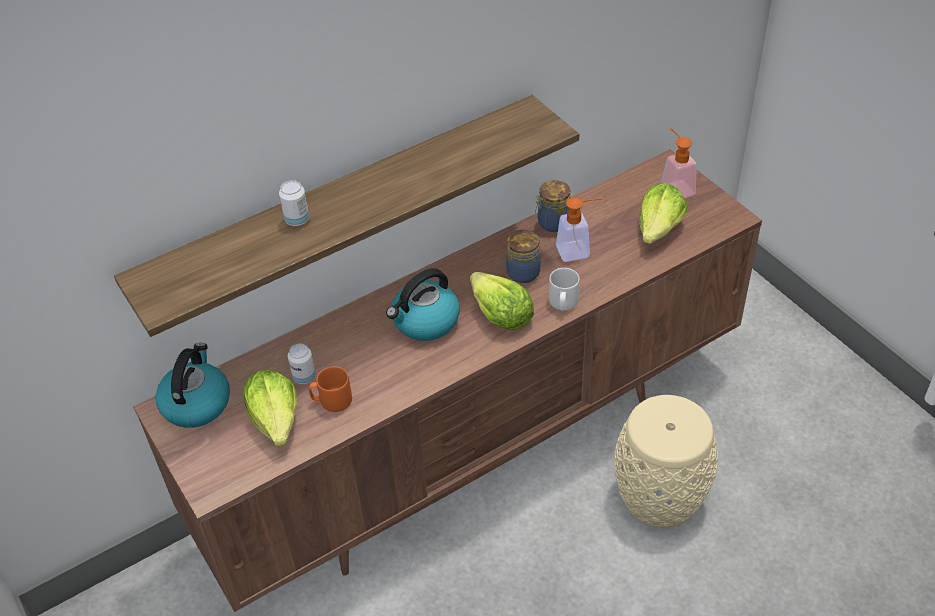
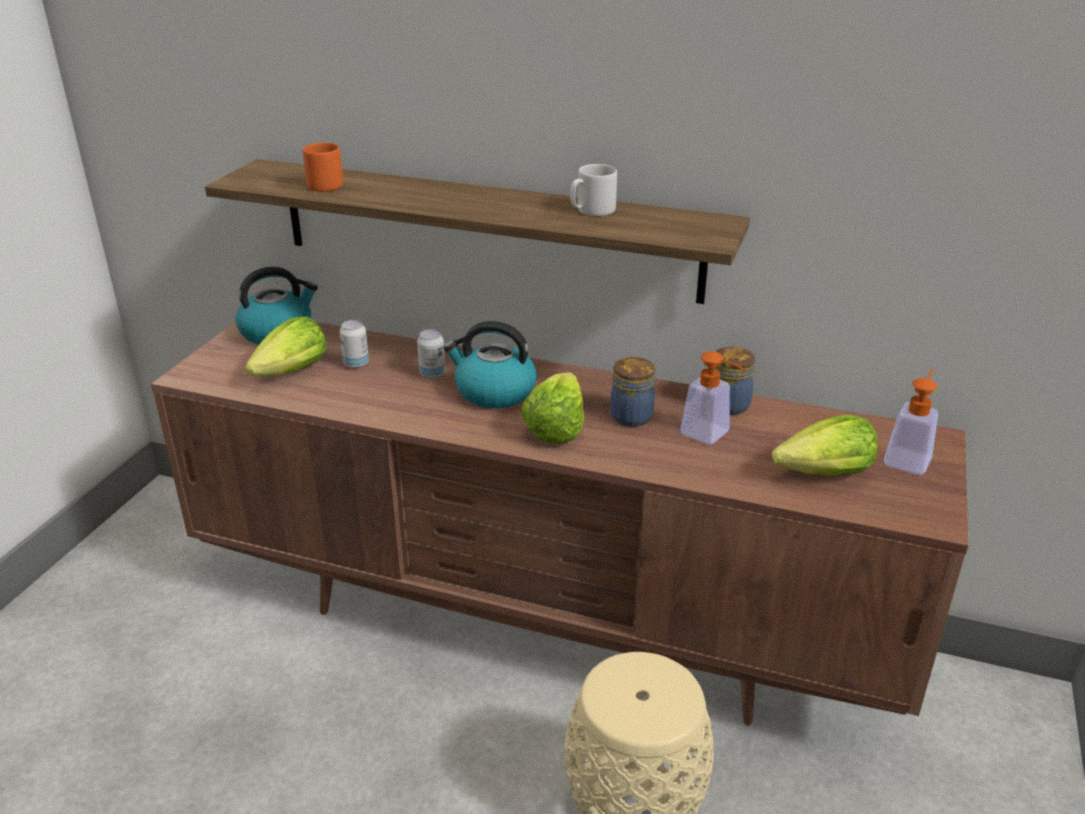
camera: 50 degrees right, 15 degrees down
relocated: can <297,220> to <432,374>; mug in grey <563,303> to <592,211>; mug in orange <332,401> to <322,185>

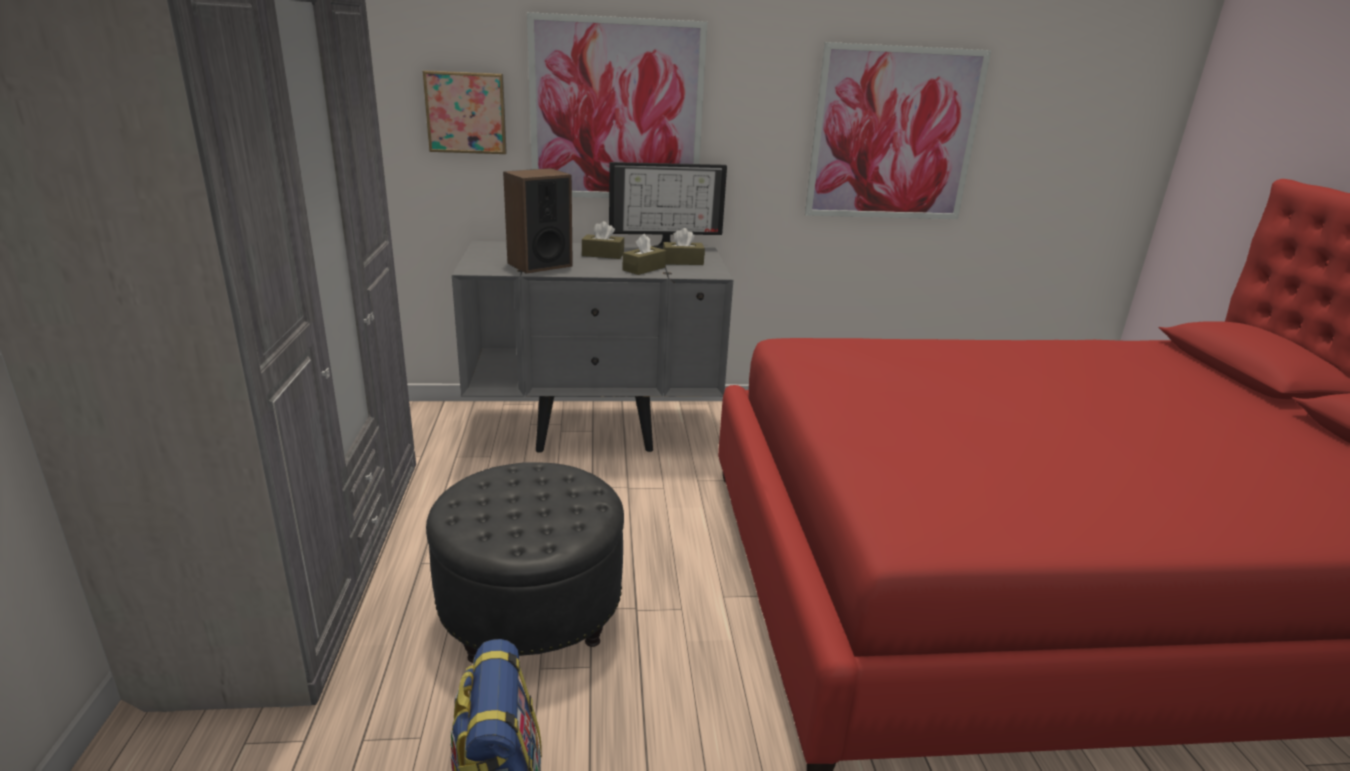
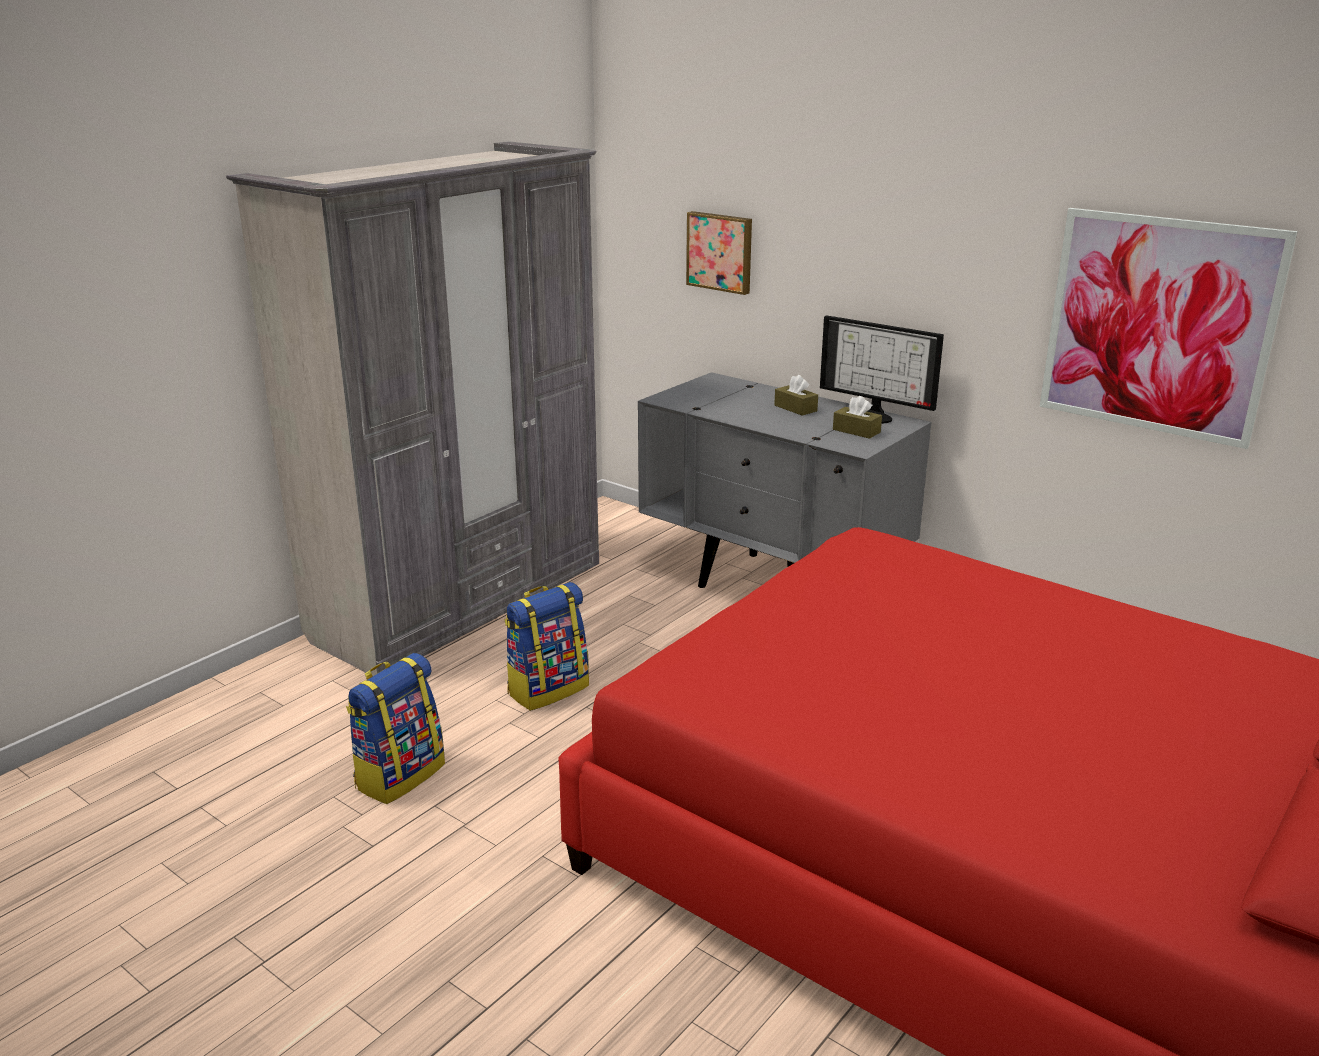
camera: 45 degrees right, 0 degrees up
missing: picture <616,111>; speaker <539,264>; tissue box in brown <644,268>
exchanged: ottoman in black <531,611> to backpack <548,689>

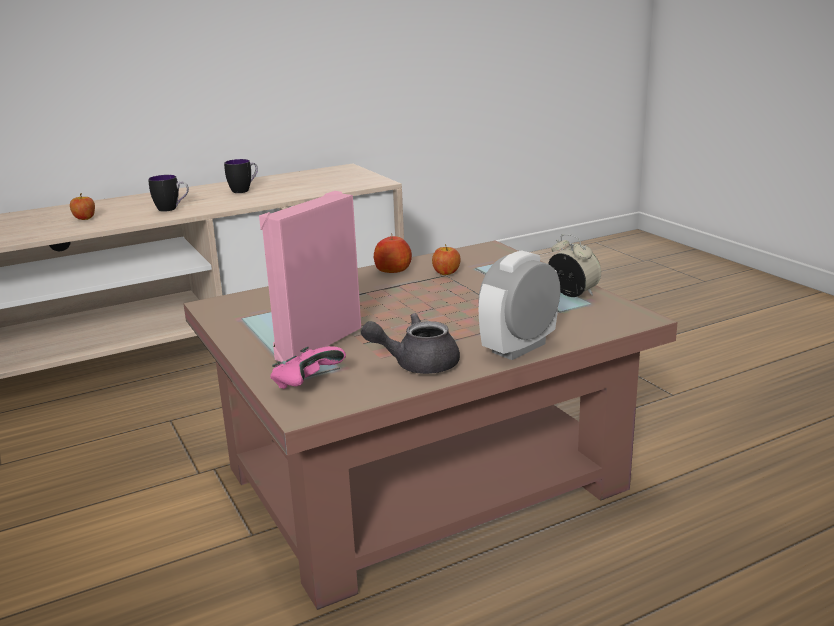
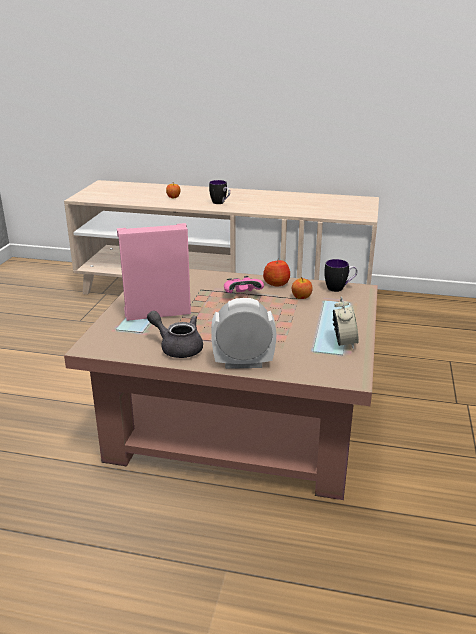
camera: 40 degrees right, 5 degrees up
relocated: mug <244,190> to <339,288>; game controller in pink <307,384> to <242,294>

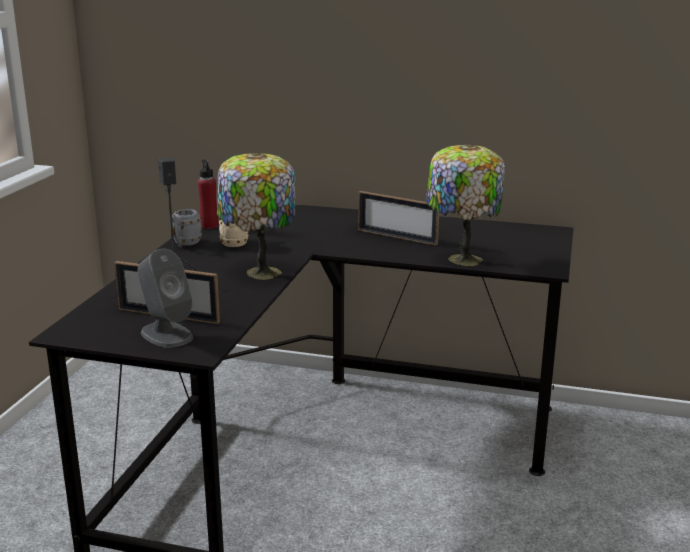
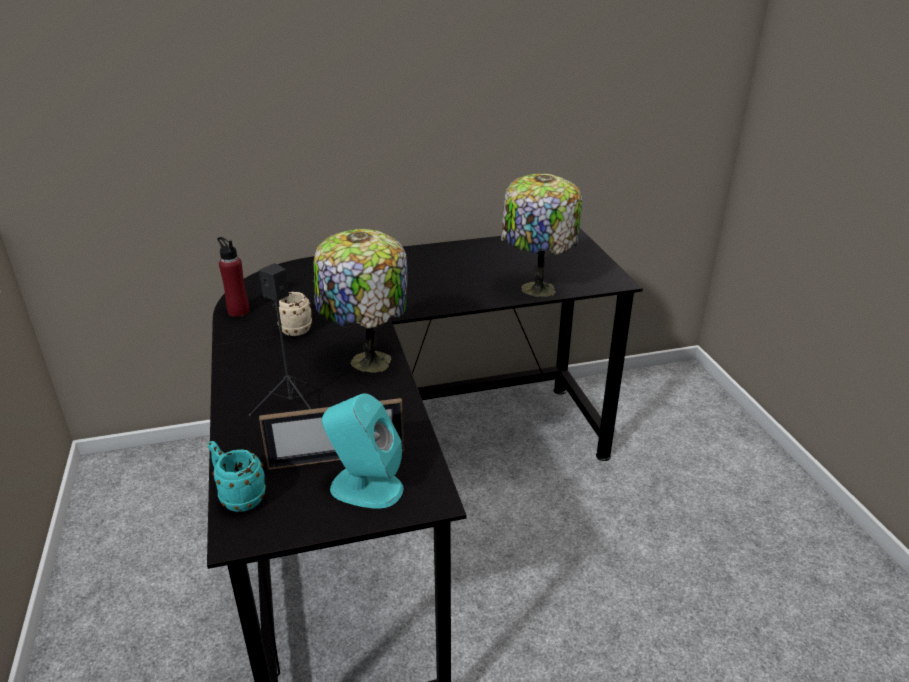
camera: 30 degrees left, 10 degrees up
missing: picture frame <397,237>; mug in grey <184,244>
appeared: mug in turquoise <238,496>
colour: speaker in grey <166,334> to speaker in turquoise <365,488>

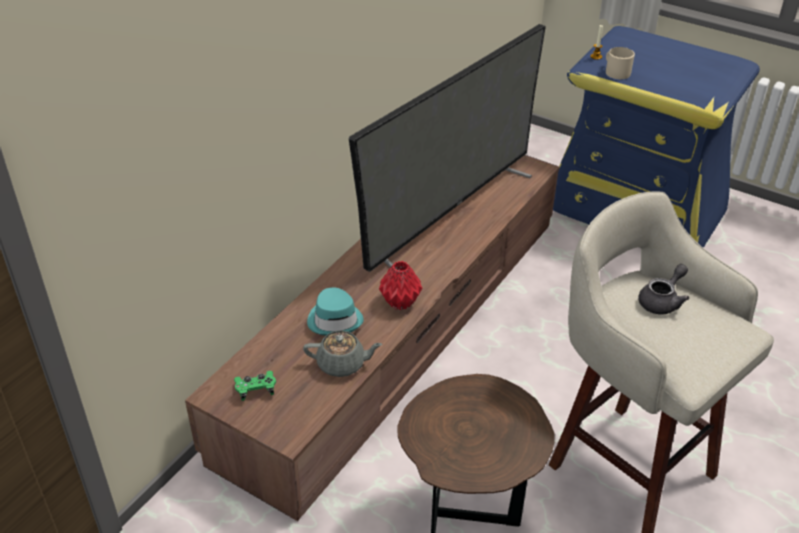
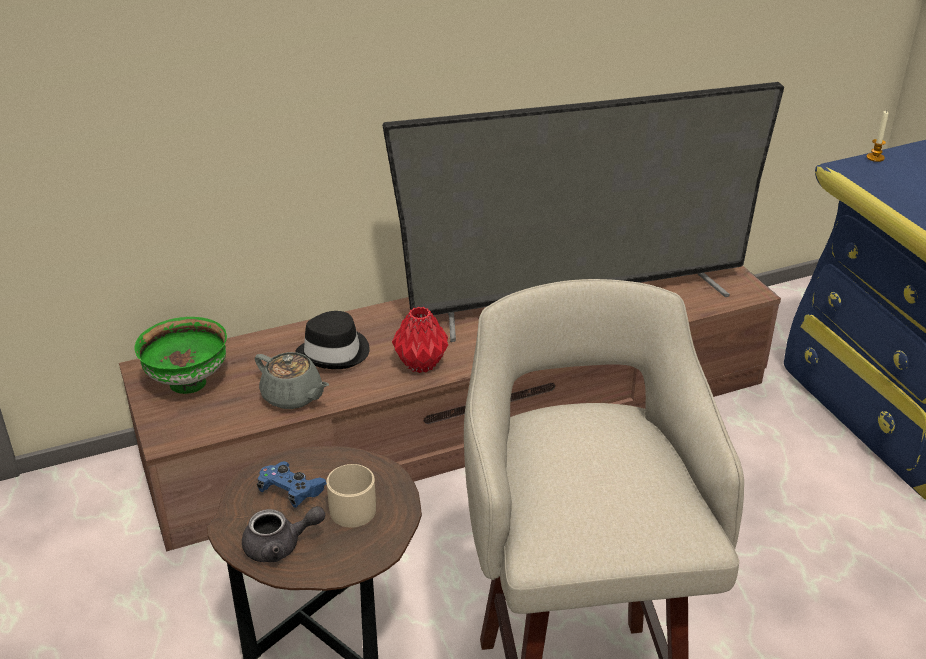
camera: 35 degrees right, 5 degrees down
appeared: game controller in blue <291,491>
relocated: mug in beige <615,71> to <353,506>; teapot in grey <662,301> to <280,546>
exchanged: game controller in green <256,390> to bowl in green <187,382>
colour: hat in turquoise <335,320> to hat in black <335,352>

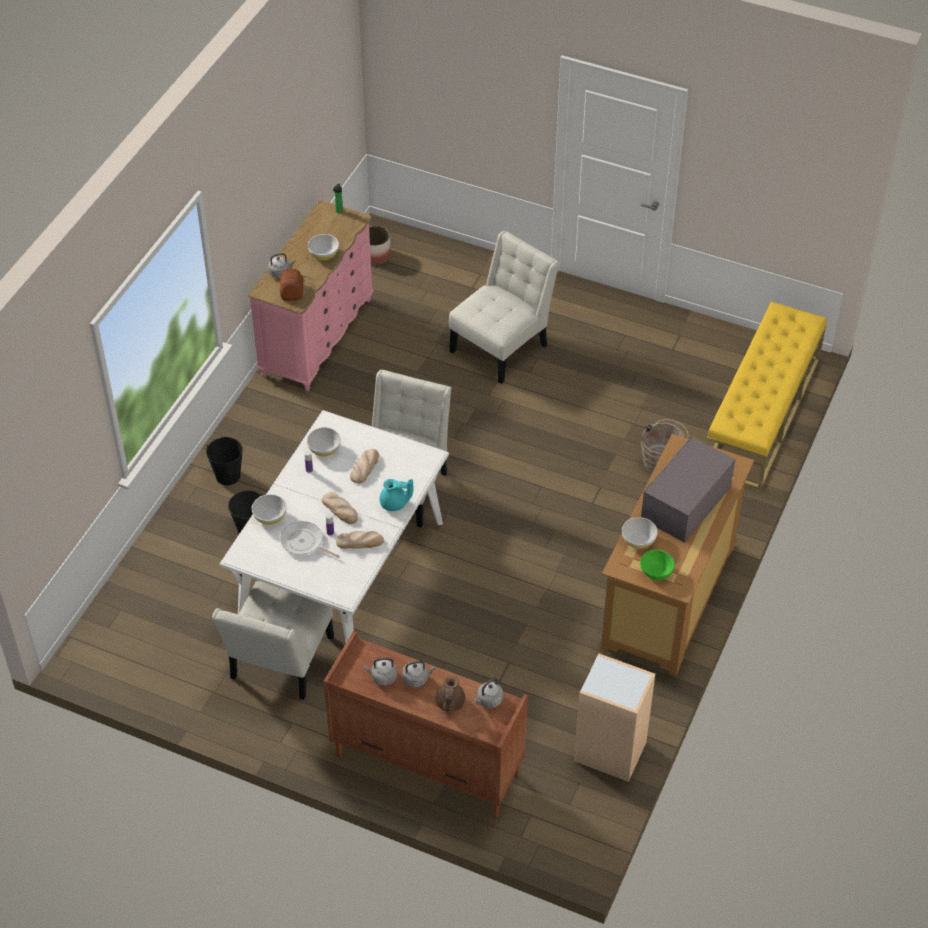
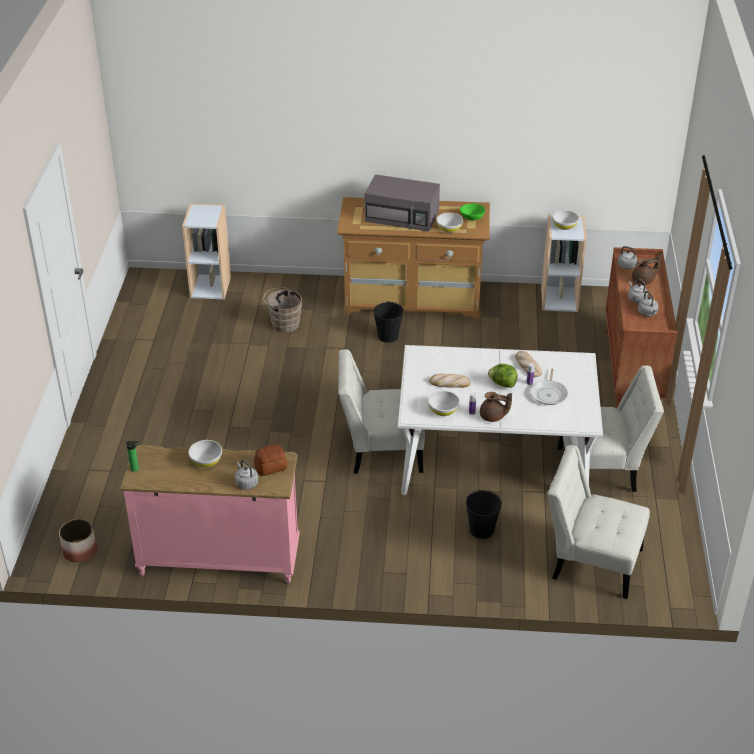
camera: 110 degrees left, 10 degrees down
missing: teapot in turquoise <395,504>
appeared: teapot in brown <493,417>
relocated: chair in white <502,345> to <591,561>; bucket in black <228,475> to <388,336>; bowl in white <270,516> to <564,226>
exchanged: bench in yellow <762,414> to bookcase <211,286>; bread <340,509> to lettuce <502,384>

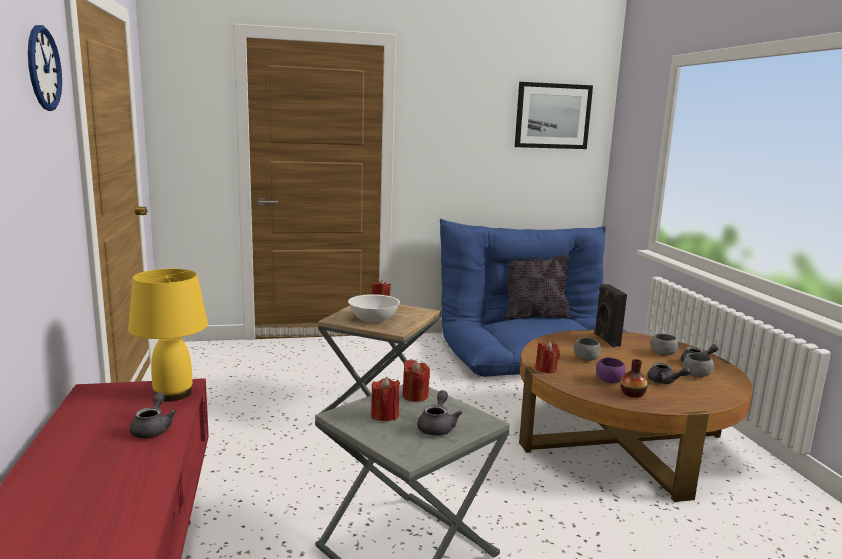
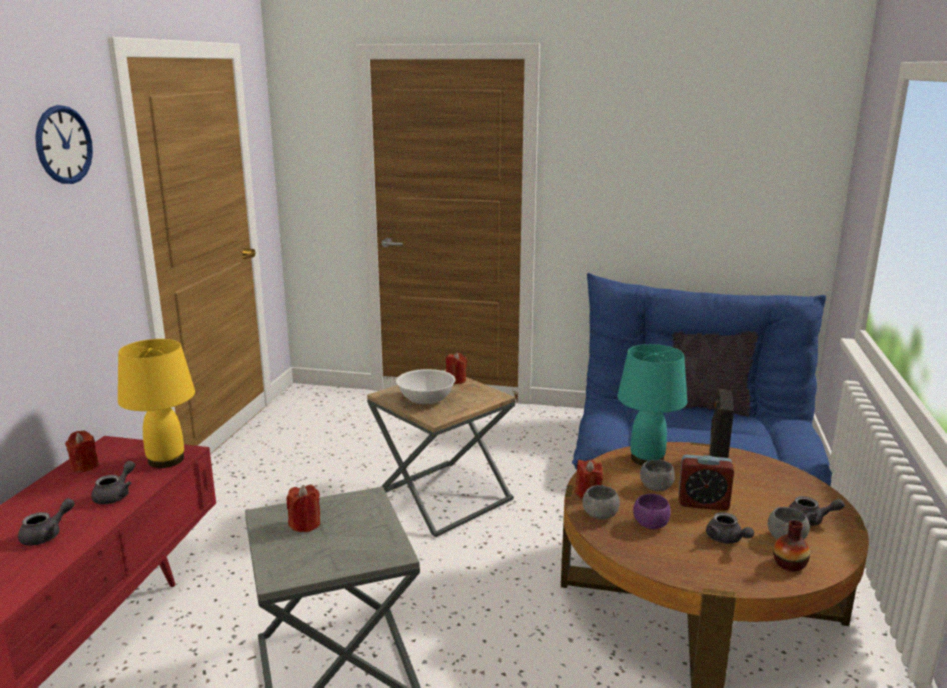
camera: 25 degrees right, 5 degrees up
missing: picture <552,116>
appeared: table lamp in turquoise <646,459>; alarm clock <703,503>
relocated: bowl in grey <662,354> to <600,515>; candle in red <415,396> to <85,466>; vase <632,394> to <789,564>; teapot in grey <437,427> to <47,535>

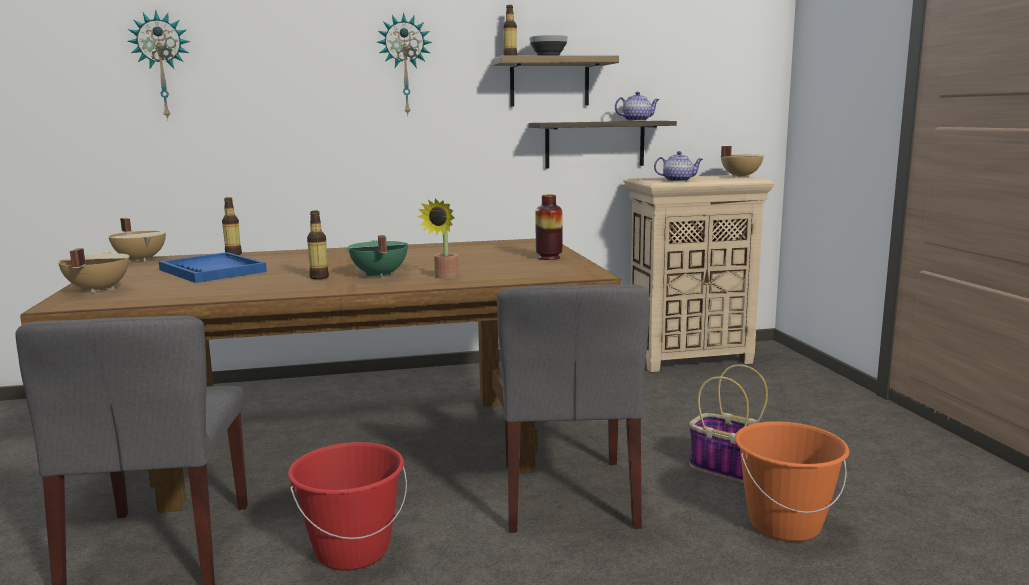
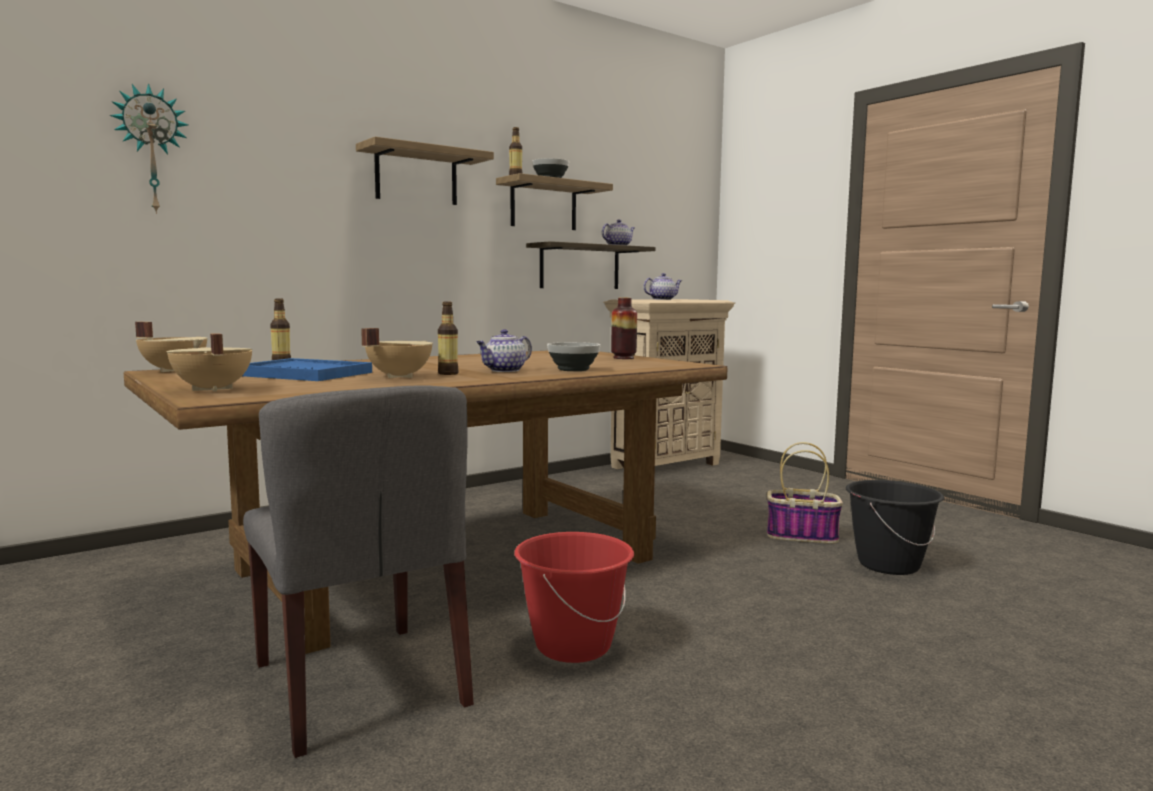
camera: 25 degrees left, 5 degrees down
missing: chair in grey <568,495>
relocated: cooking pot in beige <740,176> to <398,376>
exchanged: wall clock <405,65> to shelf <416,176>; potted plant <444,277> to bowl <574,369>; cooking pot in green <378,275> to teapot <504,370>
colour: bucket in orange <784,525> to bucket in black <888,565>

